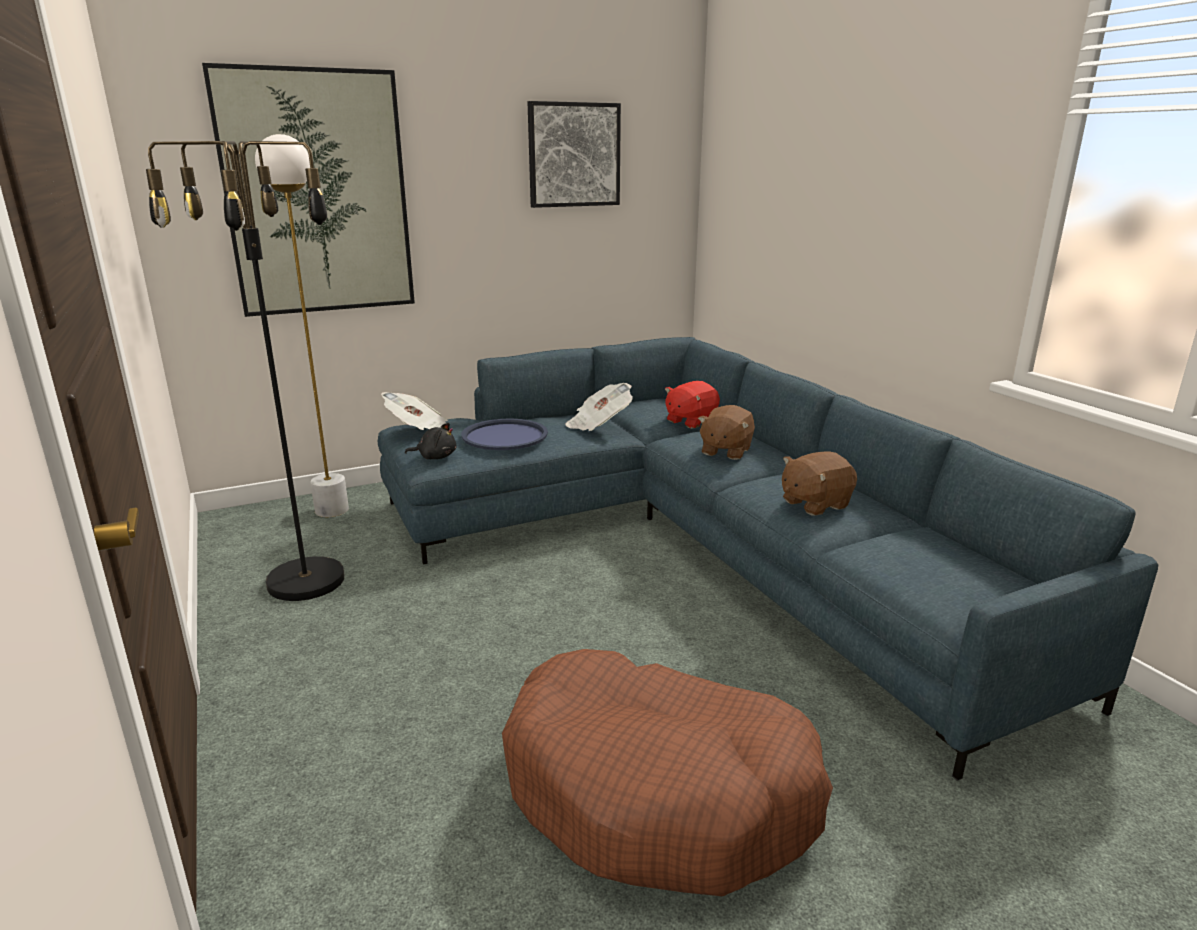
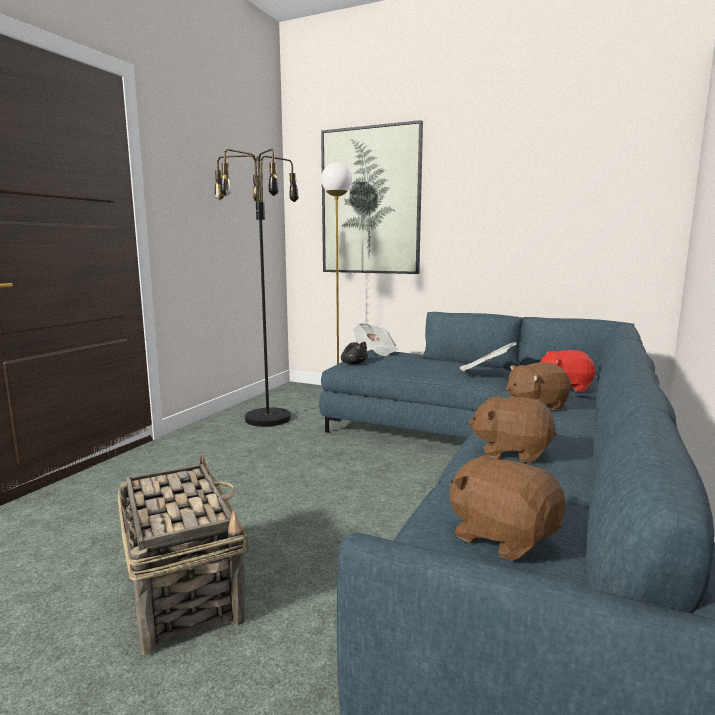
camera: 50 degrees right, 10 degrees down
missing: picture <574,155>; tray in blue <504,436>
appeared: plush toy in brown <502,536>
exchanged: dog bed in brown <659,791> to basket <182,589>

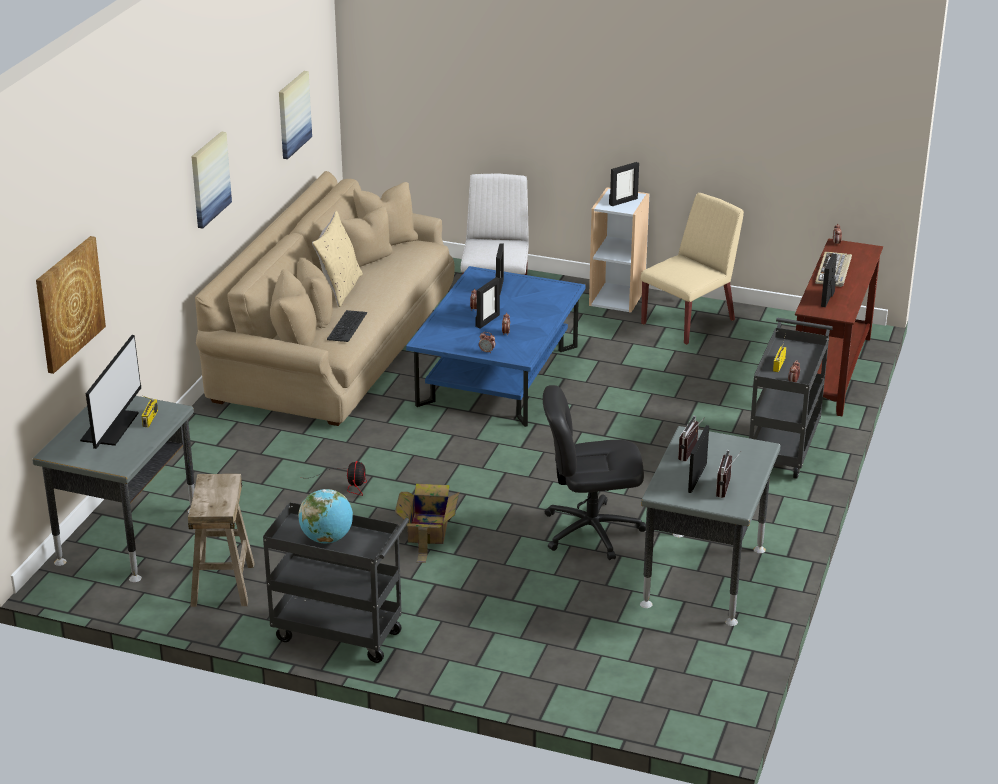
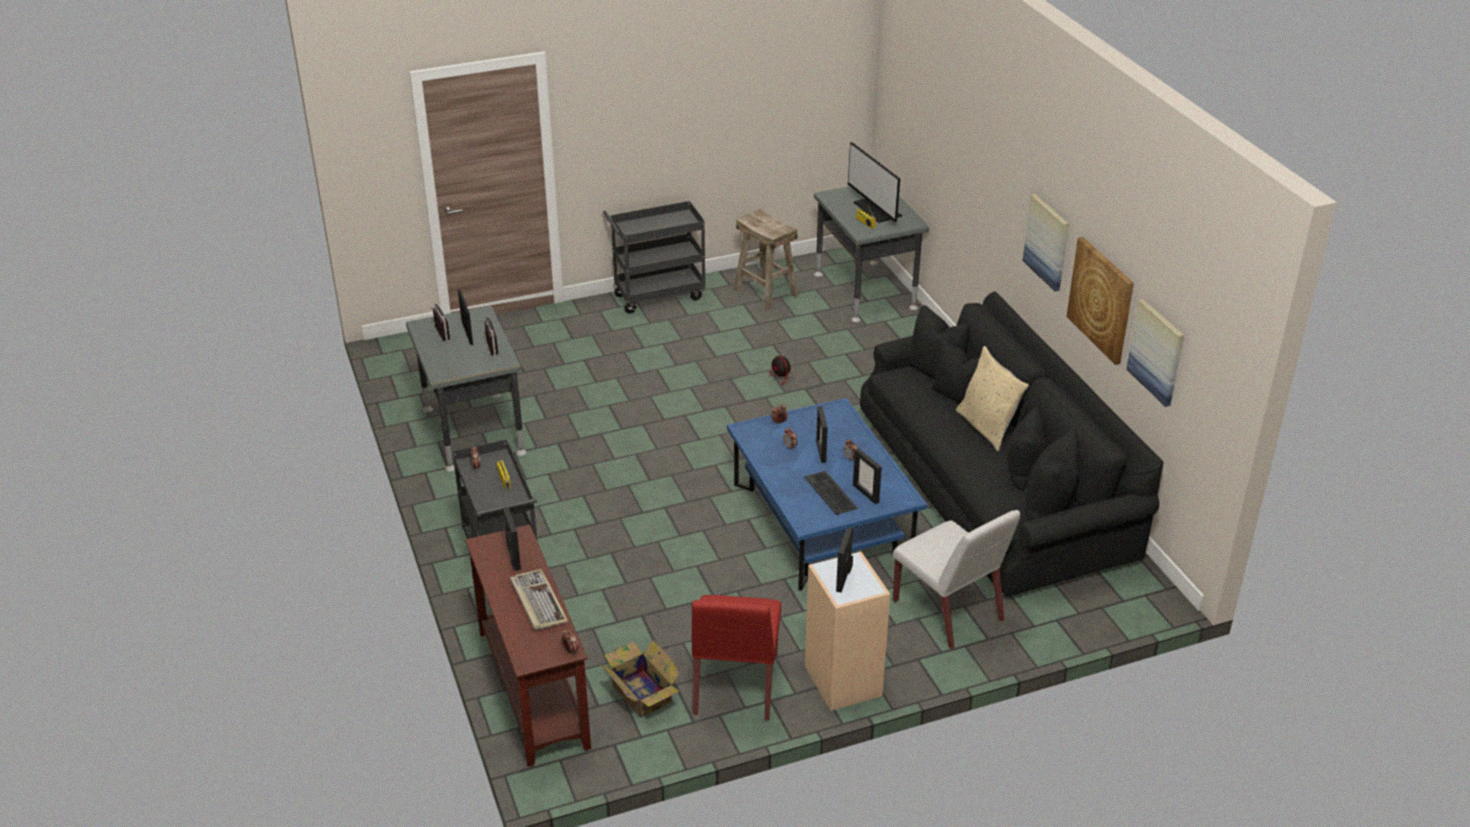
camera: 140 degrees right, 5 degrees up
missing: office chair in black <591,530>; globe <327,539>
relocated: picture <69,303> to <1101,299>; keyboard <346,326> to <831,493>; cardboard box <427,530> to <641,692>
colour: sofa in beige <336,343> to sofa in black <993,484>; chair in beige <689,321> to chair in red <735,685>

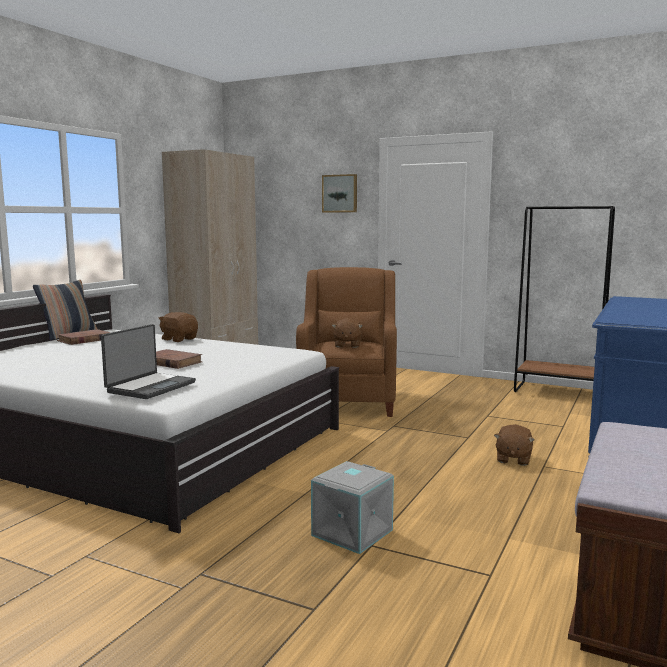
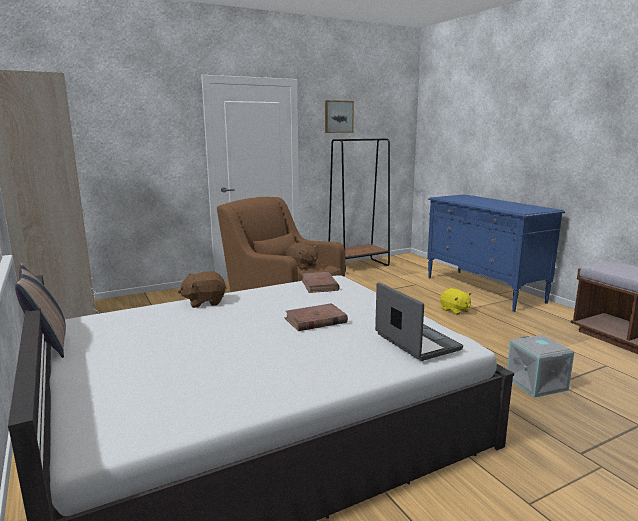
camera: 55 degrees left, 5 degrees up
relocated: picture <340,193> to <338,116>; book in brown <84,340> to <319,285>
colour: plush toy in brown <513,459> to plush toy in yellow <455,310>

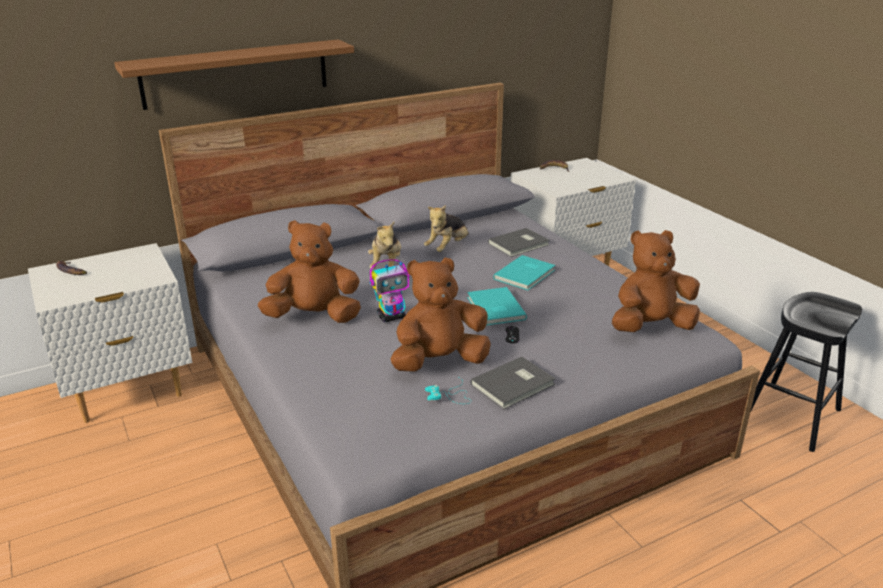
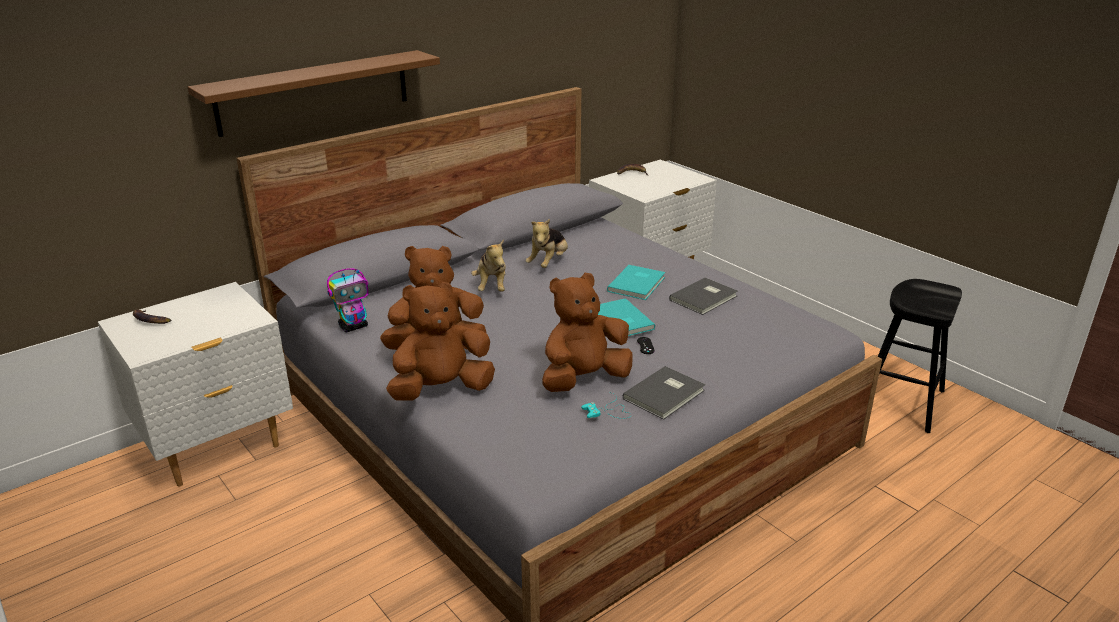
camera: 10 degrees left, 0 degrees up
relocated: book in grey <520,244> to <705,298>; plush toy in brown <650,327> to <441,390>; toy robot <392,317> to <354,326>

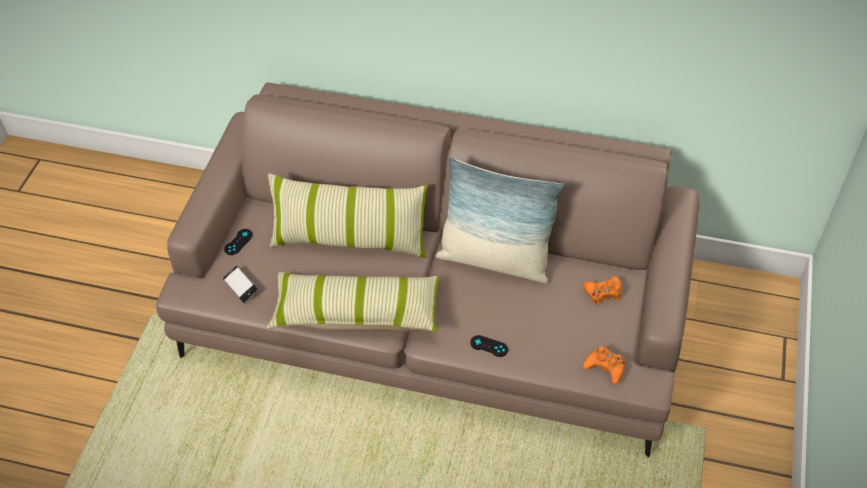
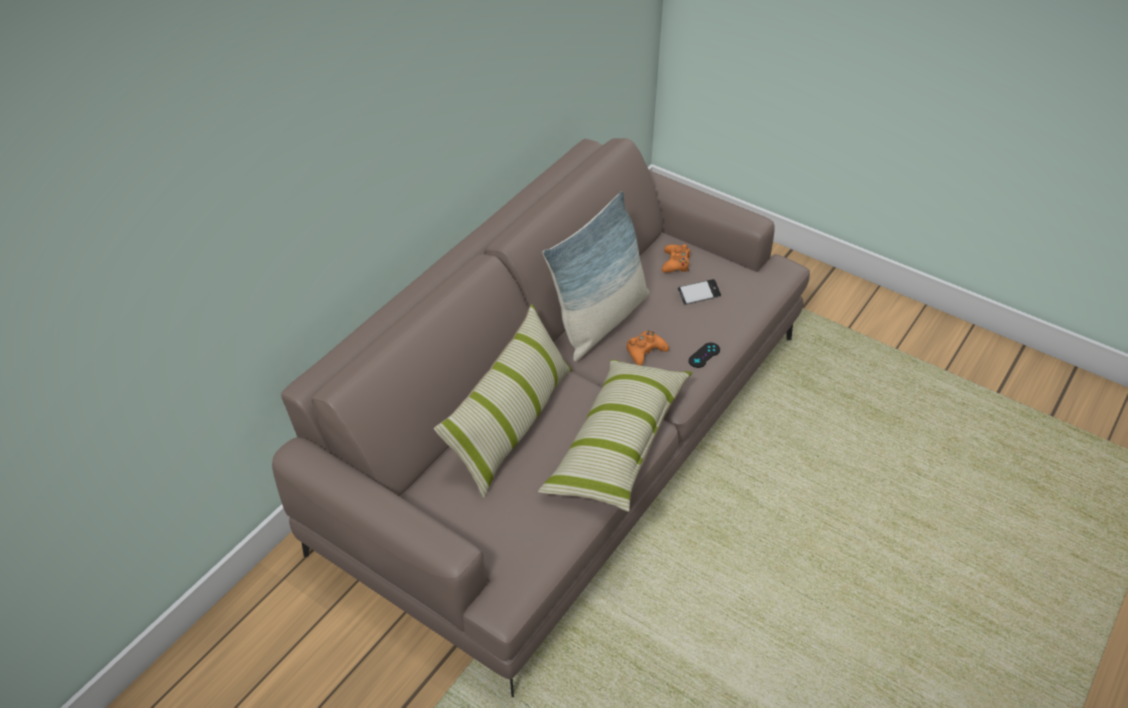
camera: 70 degrees left, 5 degrees down
missing: game controller in black <238,242>
relocated: phone <241,286> to <698,295>; game controller in orange <605,367> to <645,351>

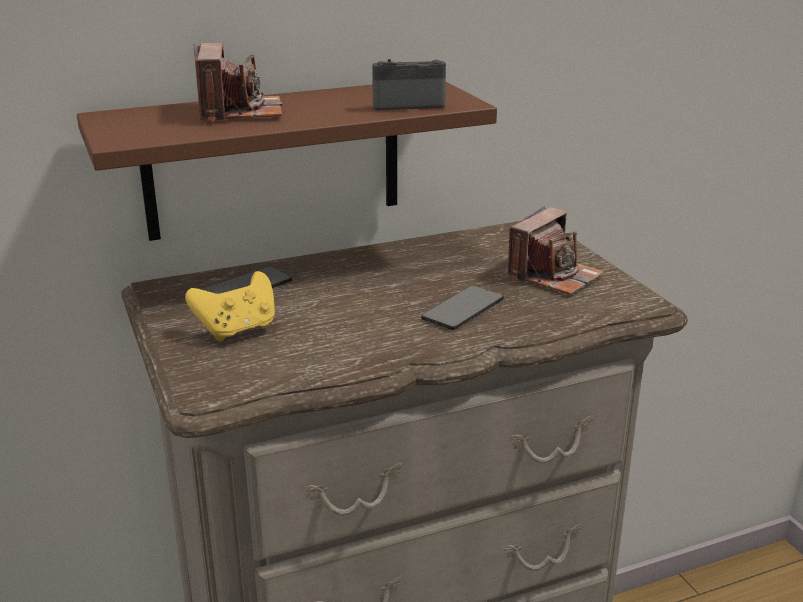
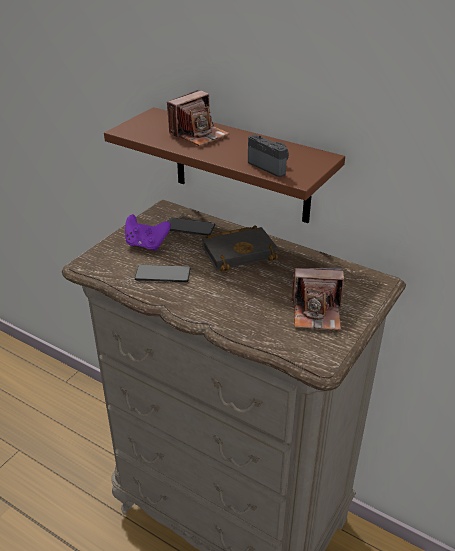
camera: 55 degrees right, 10 degrees up
appeared: book in black <240,251>
relocated: phone <463,309> to <163,274>
colour: game controller in yellow <237,330> to game controller in purple <146,245>

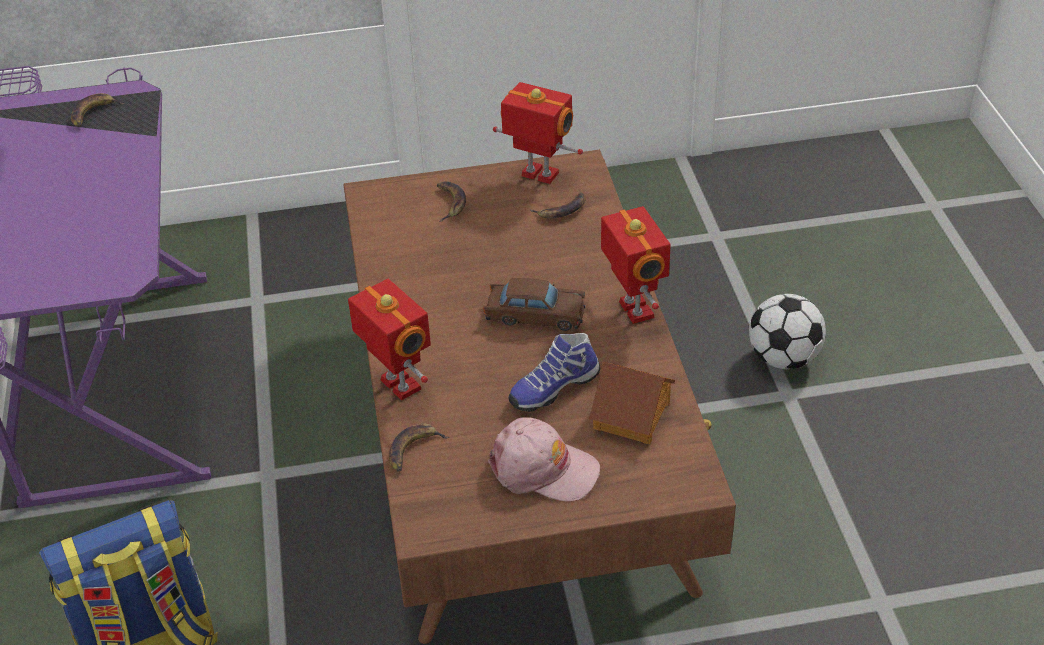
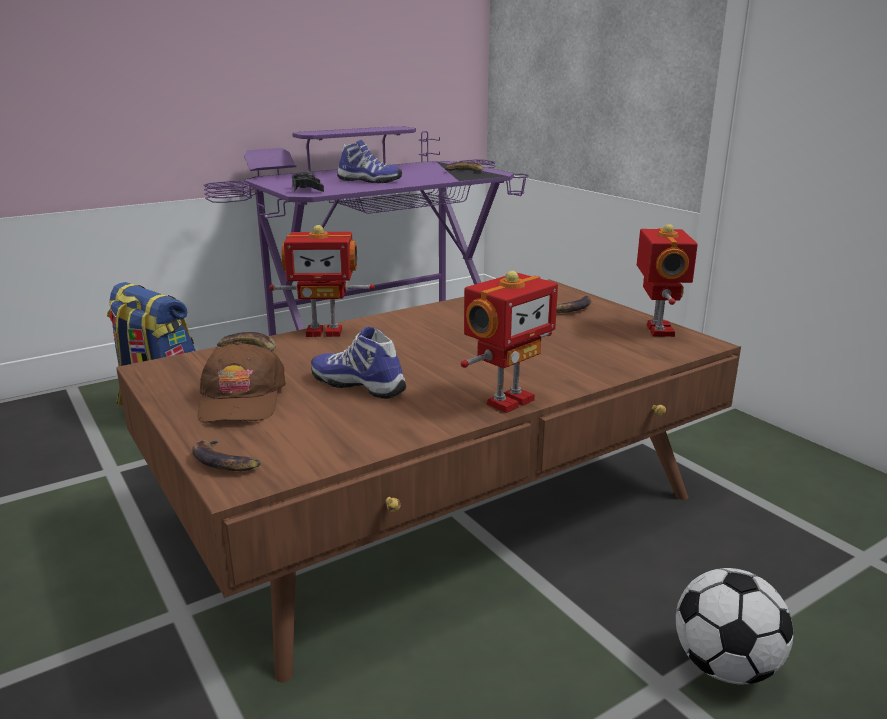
camera: 65 degrees right, 20 degrees down
missing: toy car in brown <535,315>; toy house <633,415>
appeared: shoe <368,181>; game controller in black <307,189>
relocated: banana <562,210> to <224,461>
colour: cap in pink <543,469> to cap in brown <241,399>
spun: toy robot <398,386> = <324,332> 60 degrees clockwise

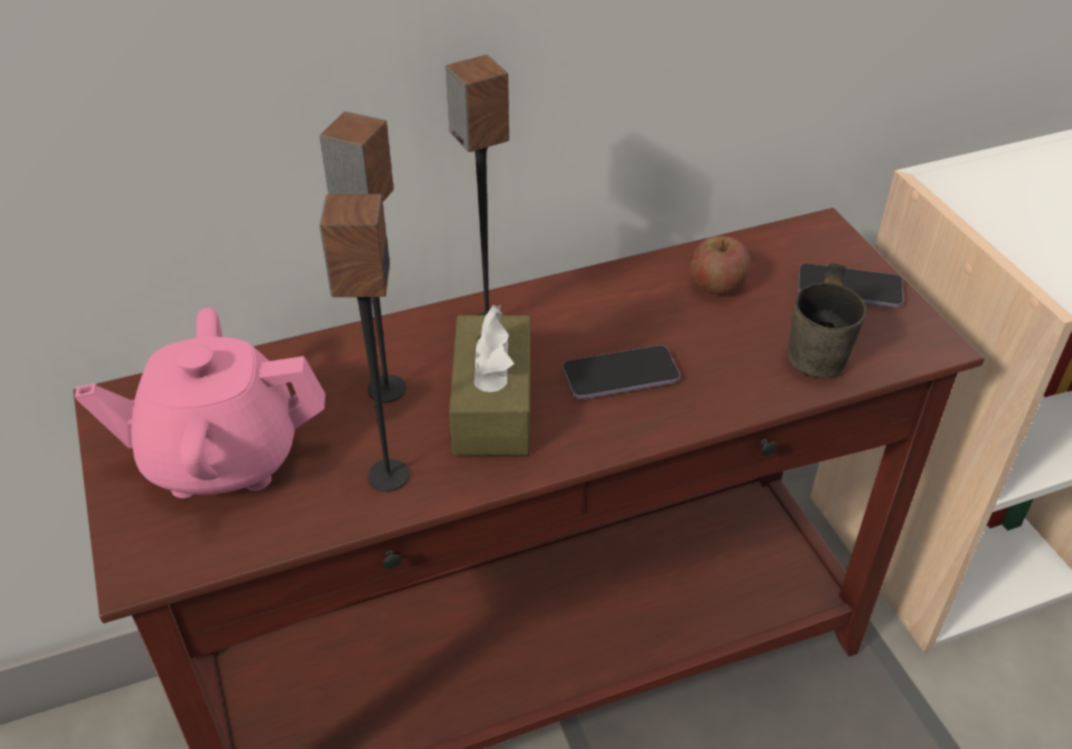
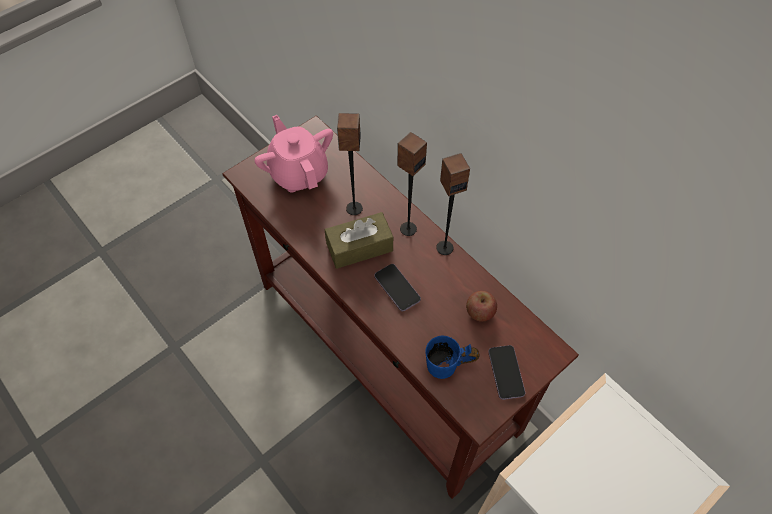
camera: 70 degrees right, 15 degrees up
relocated: speaker <387,475> to <444,247>
colour: mug in grey <825,354> to mug in blue <448,369>

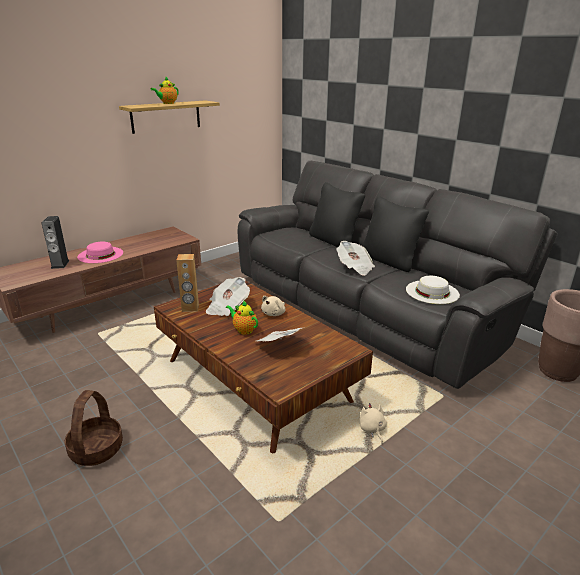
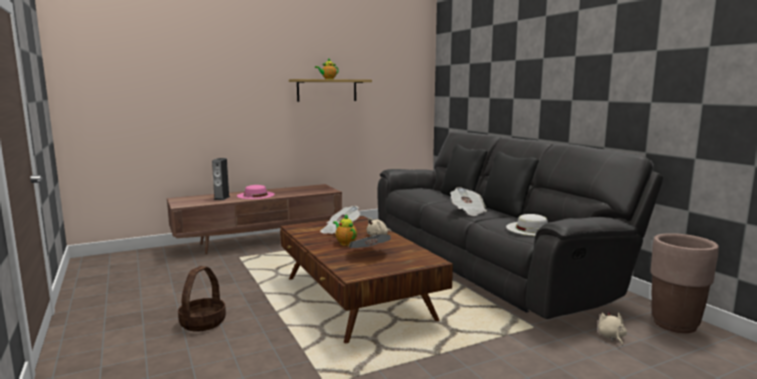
camera: 15 degrees right, 15 degrees down
missing: speaker in brown <190,308>
relocated: plush toy in beige <372,429> to <611,337>

